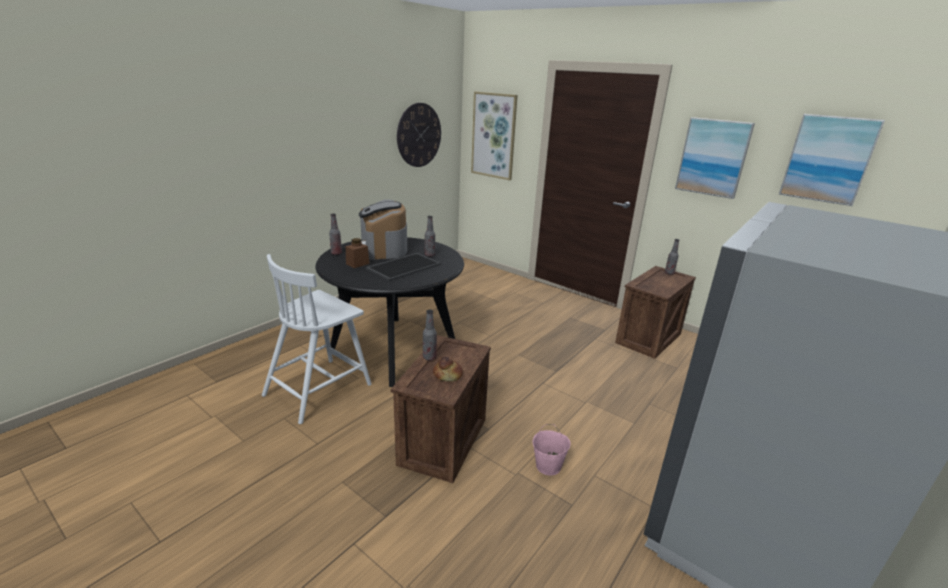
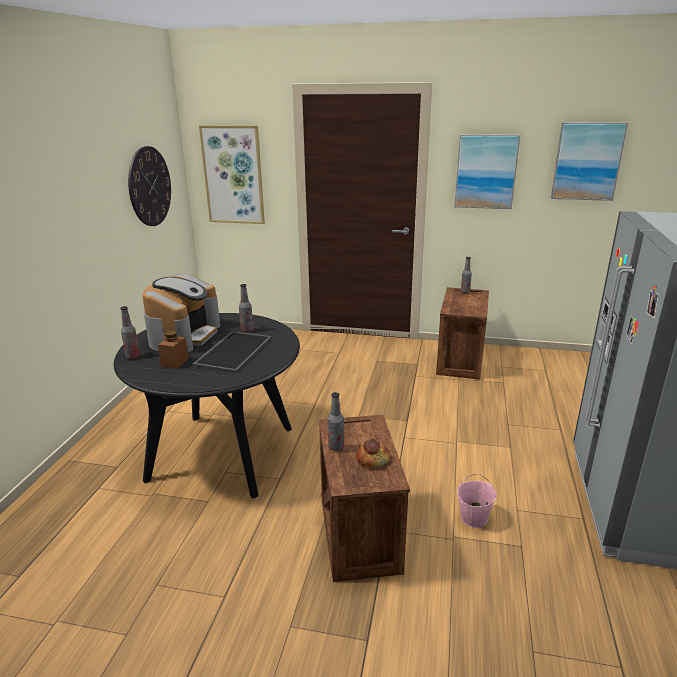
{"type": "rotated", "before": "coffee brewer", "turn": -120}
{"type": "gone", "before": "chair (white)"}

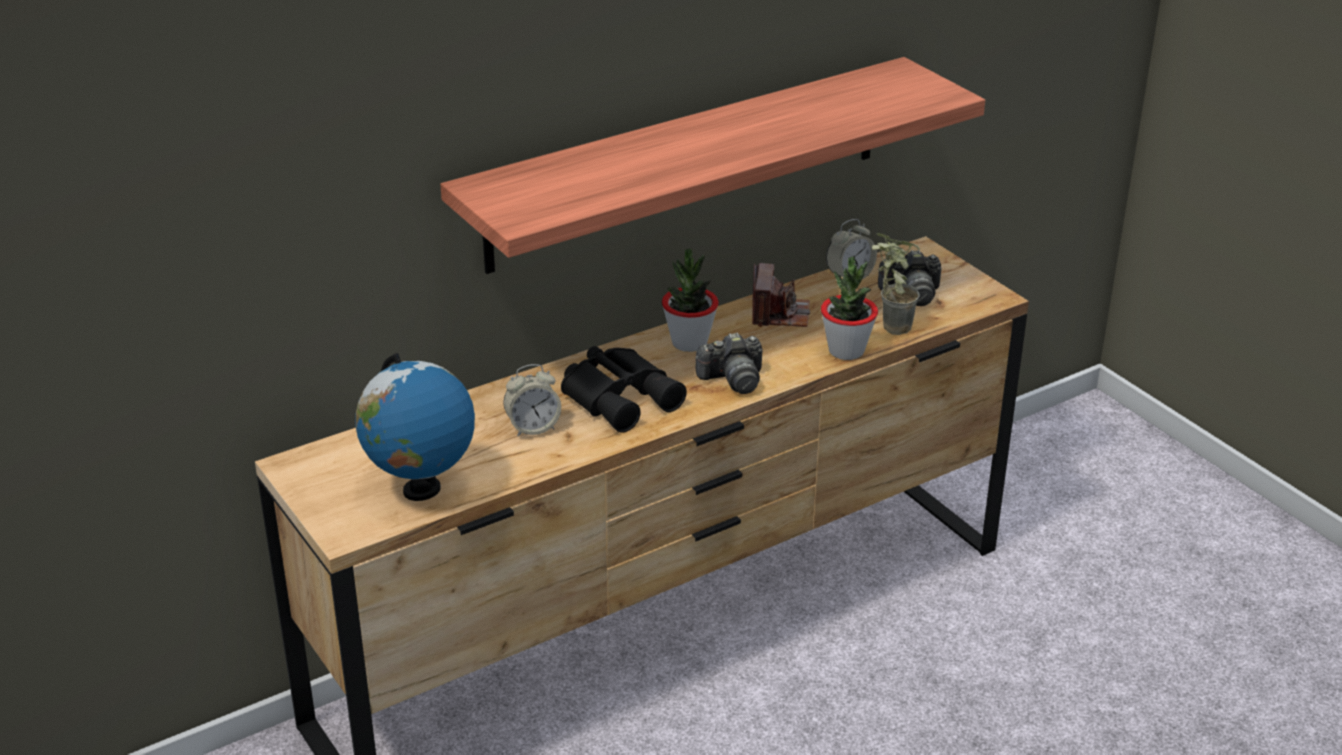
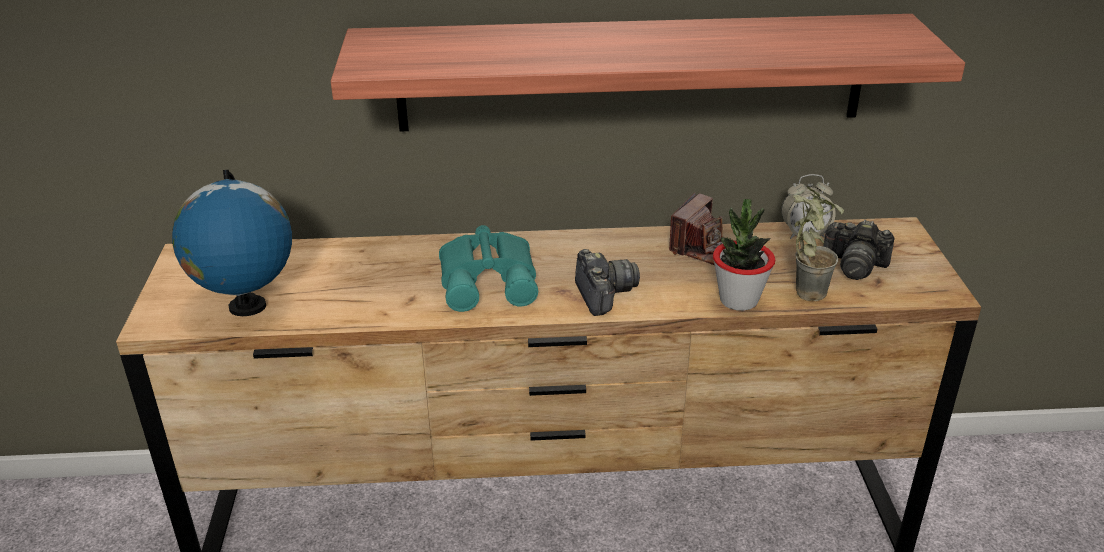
{"type": "repainted", "before": "binoculars (blackish)", "after": "binoculars (turquoise-coloured)"}
{"type": "rotated", "before": "still camera (no. 1 from left)", "turn": -120}
{"type": "gone", "before": "table clock (no. 1 from left)"}
{"type": "gone", "before": "potted plant (no. 1 from left)"}

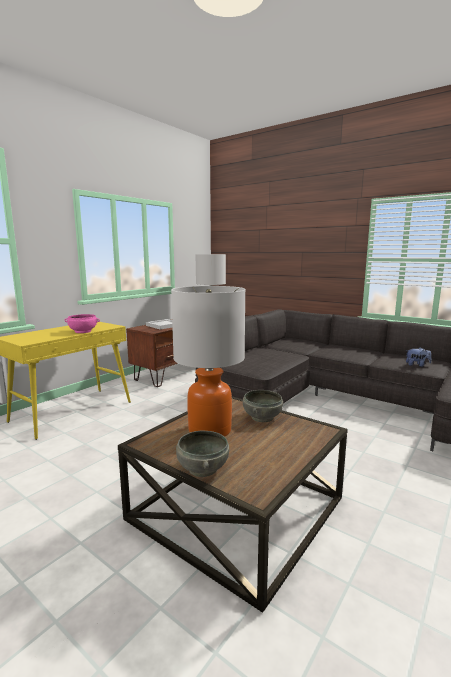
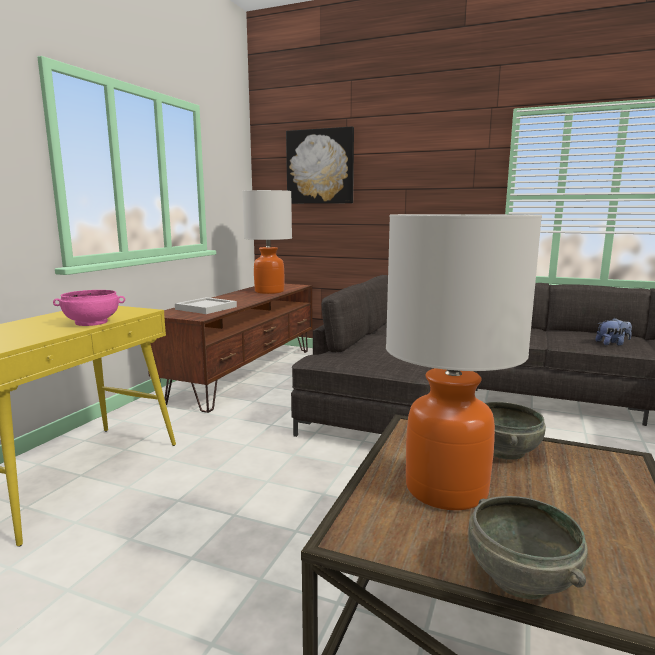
{"type": "new", "after": "wall art"}

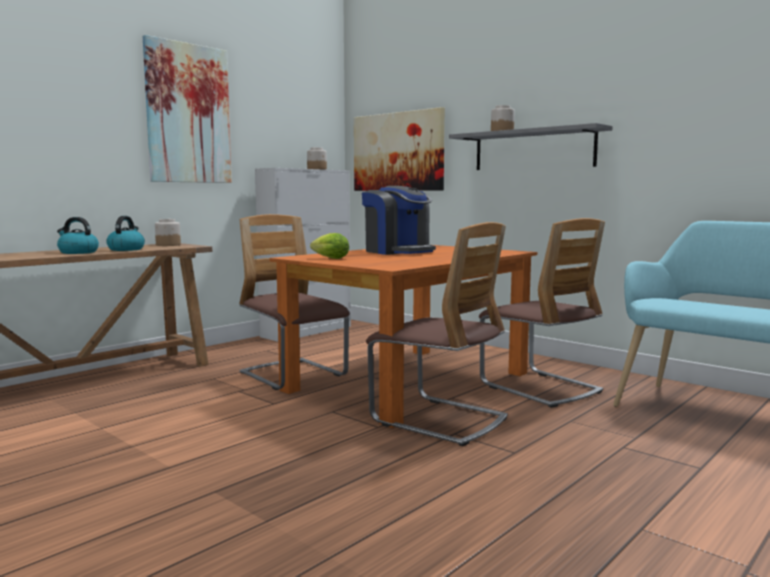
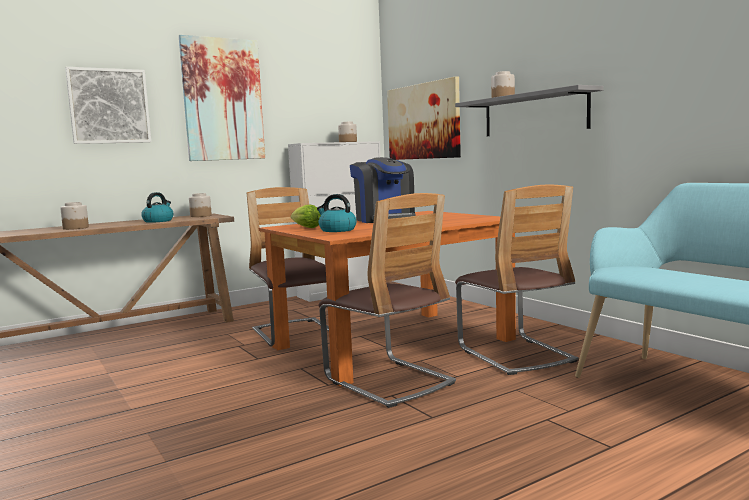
{"type": "new", "after": "storage jar (no. 1 from left)"}
{"type": "new", "after": "wall art (no. 1 from left)"}
{"type": "shifted", "before": "tea kettle (no. 1 from left in the first image)", "after": "tea kettle (no. 2 from left)"}

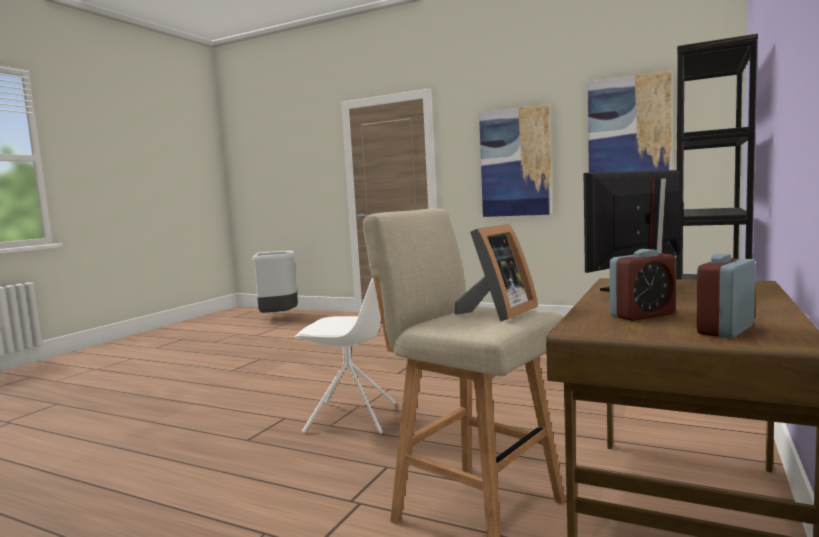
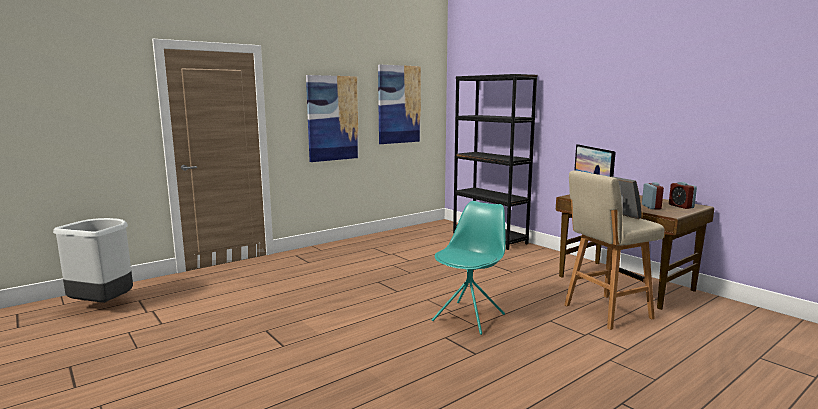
{"type": "repainted", "before": "chair (white)", "after": "chair (turquoise-coloured)"}

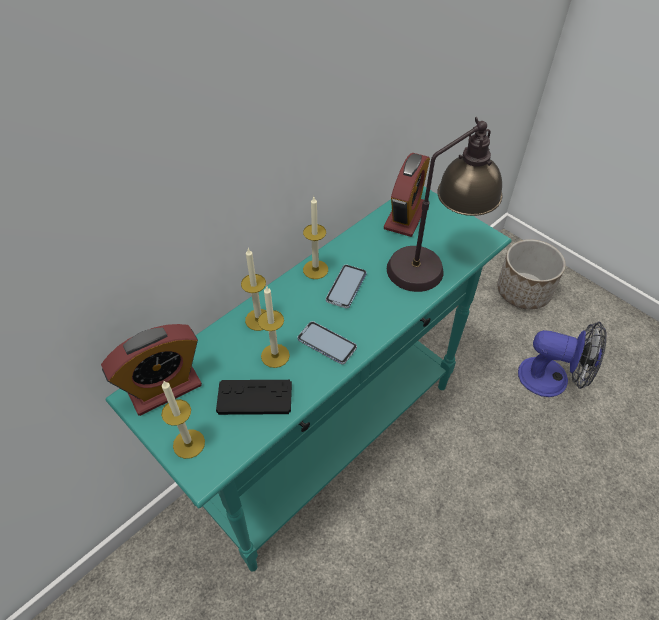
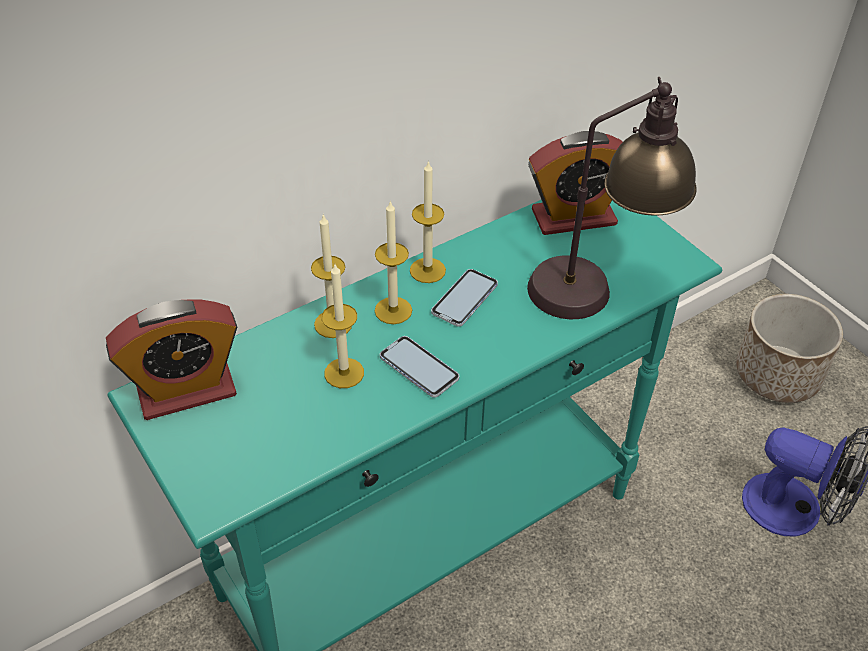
{"type": "shifted", "before": "candle (no. 1 from left in the first image)", "after": "candle (no. 3 from left)"}
{"type": "rotated", "before": "table clock (no. 2 from left)", "turn": 45}
{"type": "gone", "before": "joypad (blackish)"}

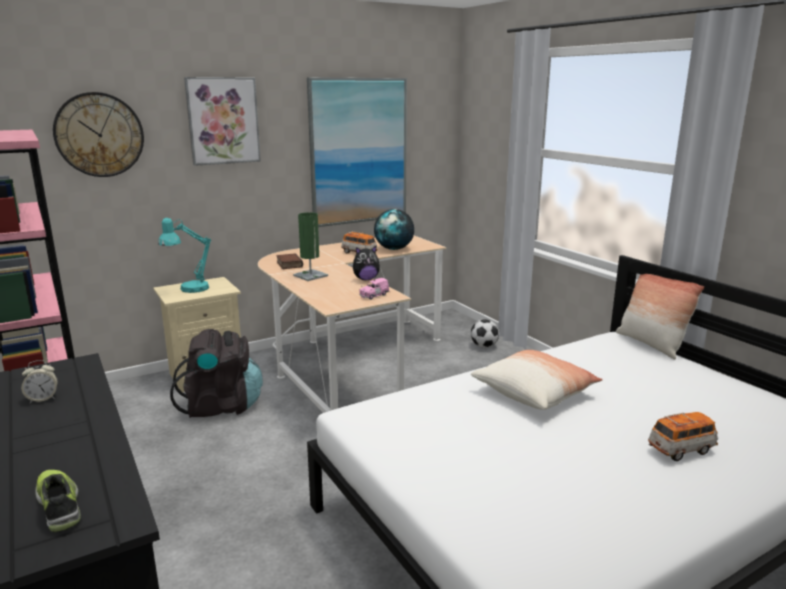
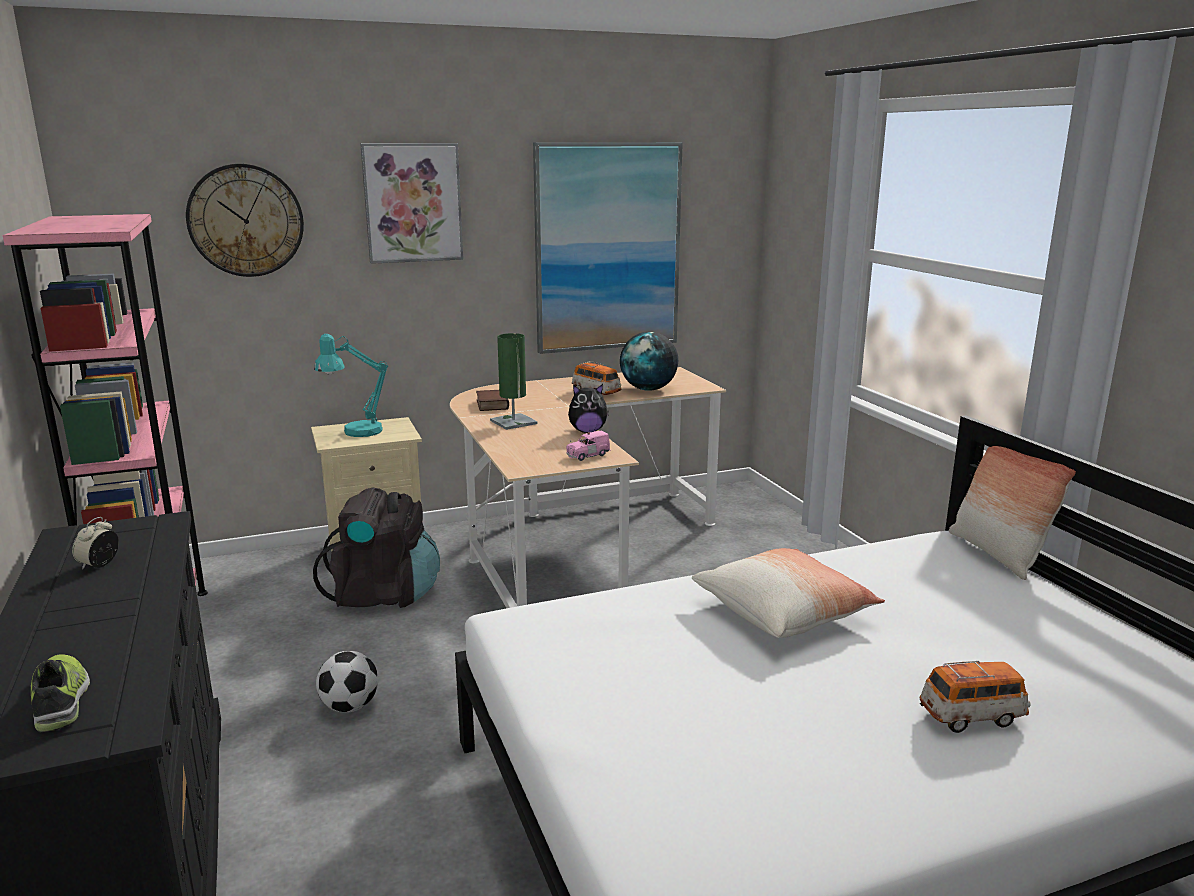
{"type": "rotated", "before": "table clock", "turn": 120}
{"type": "shifted", "before": "football"}

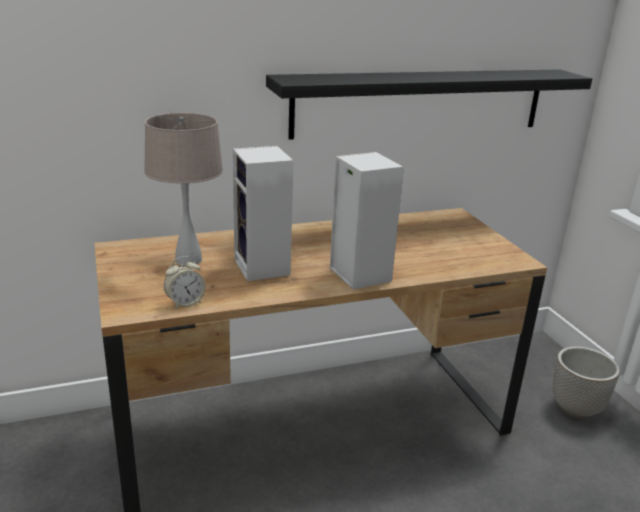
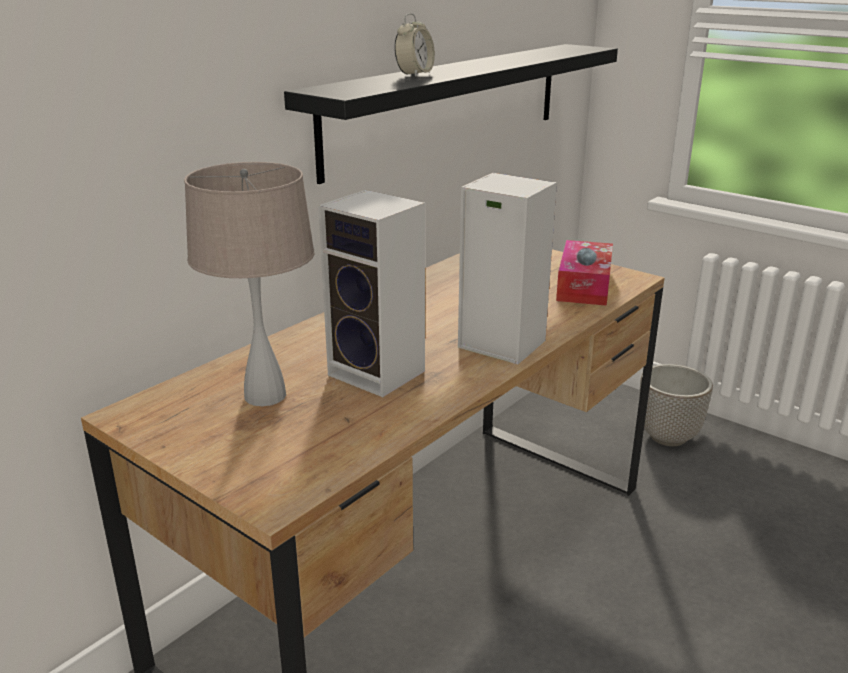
{"type": "shifted", "before": "table clock"}
{"type": "new", "after": "tissue box"}

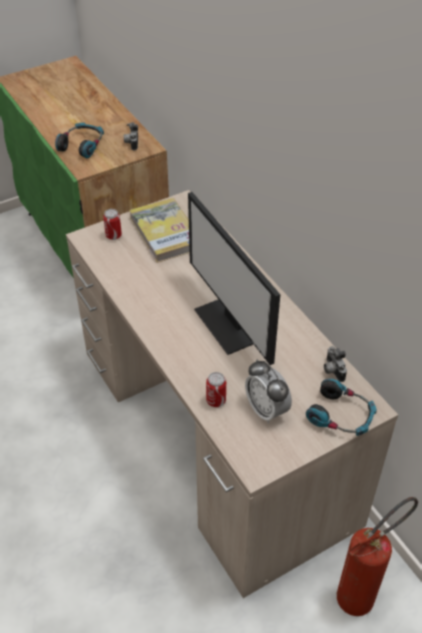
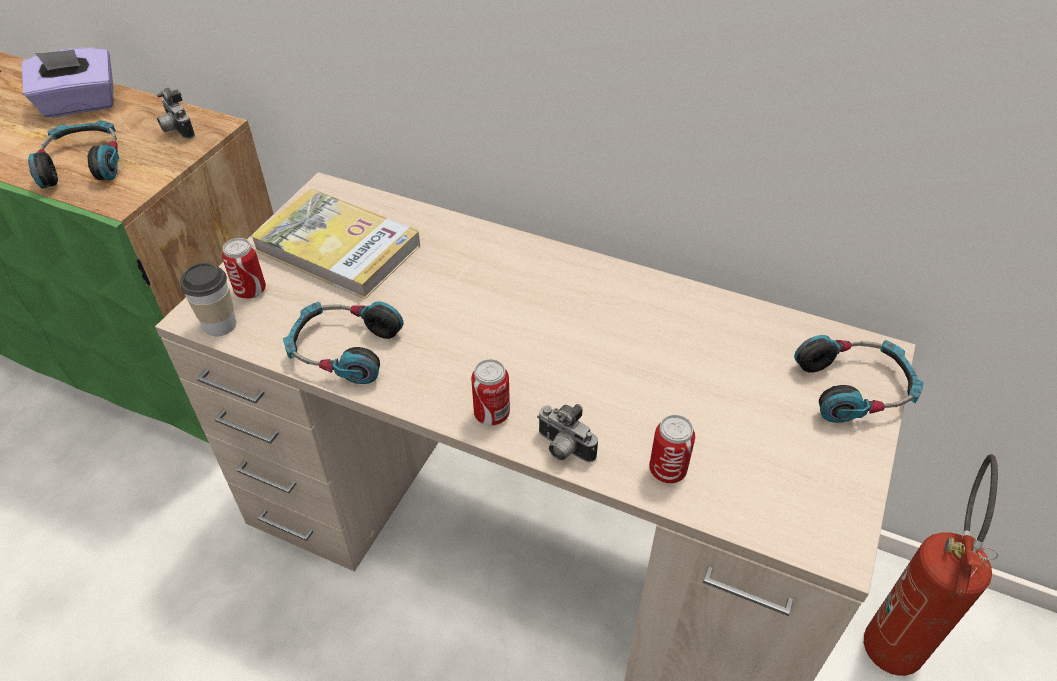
{"type": "new", "after": "tissue box (purplish)"}
{"type": "new", "after": "small cup"}
{"type": "new", "after": "headphones (no. 2 from left)"}
{"type": "new", "after": "sealed can (no. 2 from left)"}
{"type": "shifted", "before": "still camera (no. 2 from left)"}
{"type": "gone", "before": "computer display"}
{"type": "gone", "before": "table clock"}

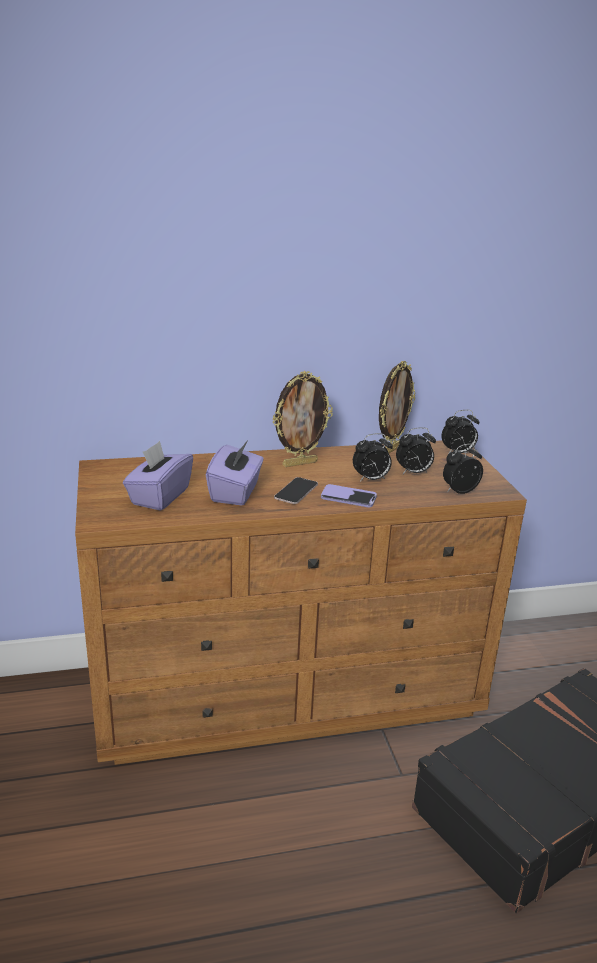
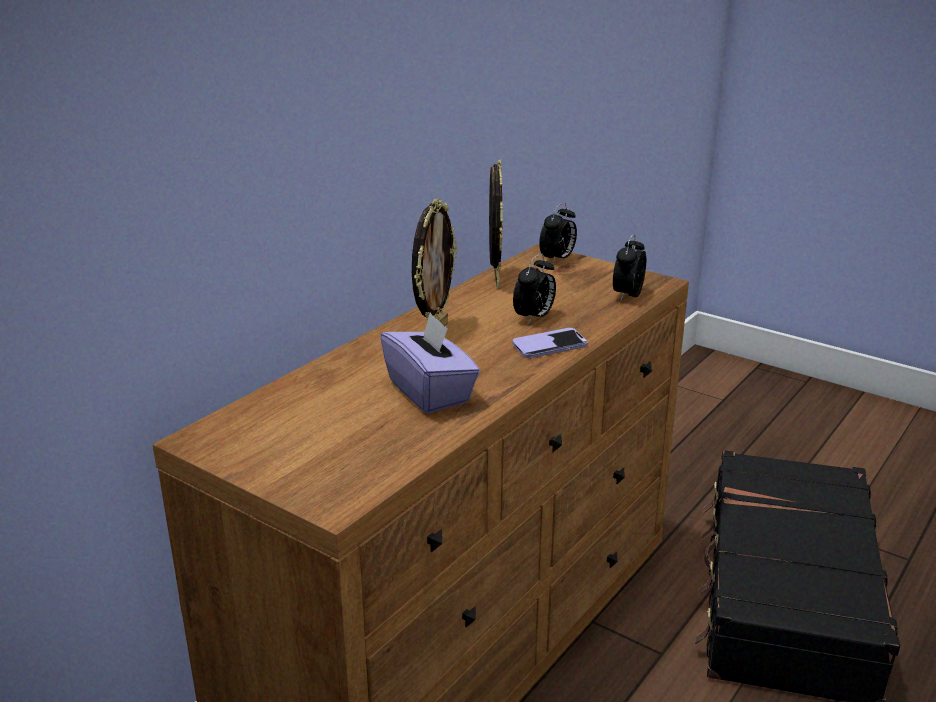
{"type": "gone", "before": "tissue box (purplish) (no. 1 from left)"}
{"type": "gone", "before": "telephone (no. 1 from left)"}
{"type": "gone", "before": "table clock (no. 2 from left)"}

